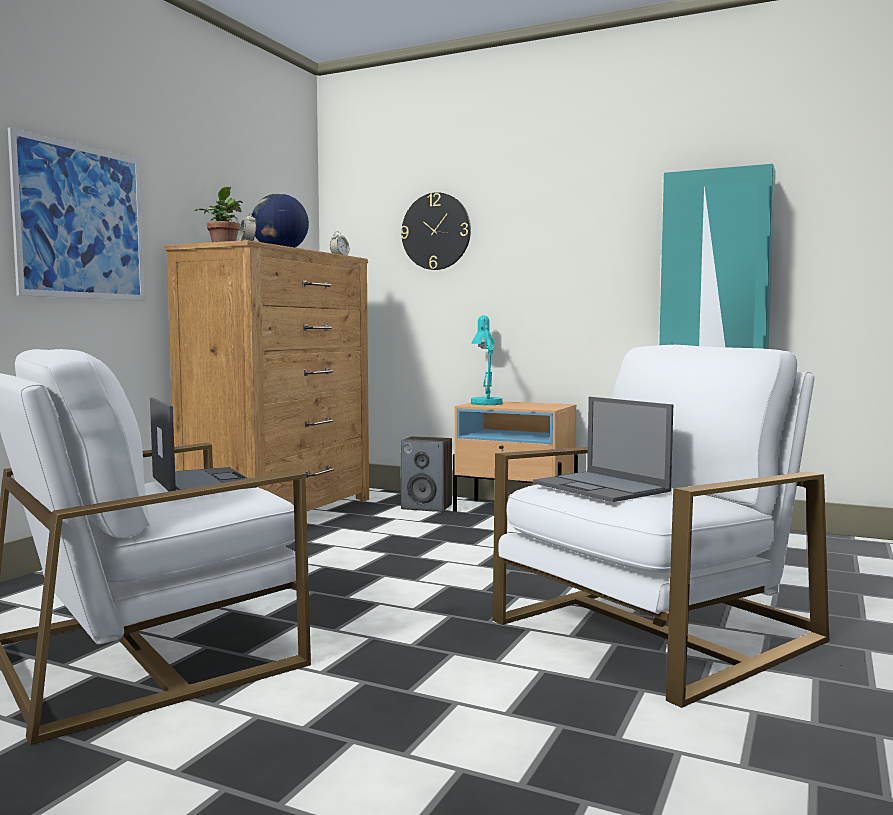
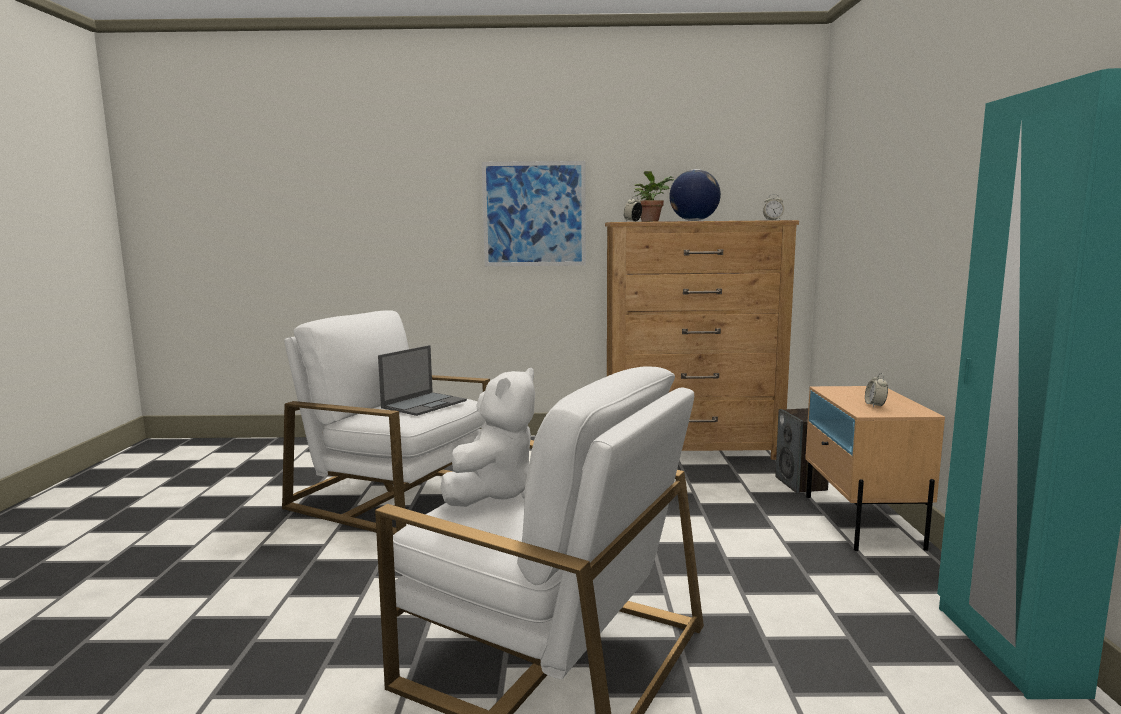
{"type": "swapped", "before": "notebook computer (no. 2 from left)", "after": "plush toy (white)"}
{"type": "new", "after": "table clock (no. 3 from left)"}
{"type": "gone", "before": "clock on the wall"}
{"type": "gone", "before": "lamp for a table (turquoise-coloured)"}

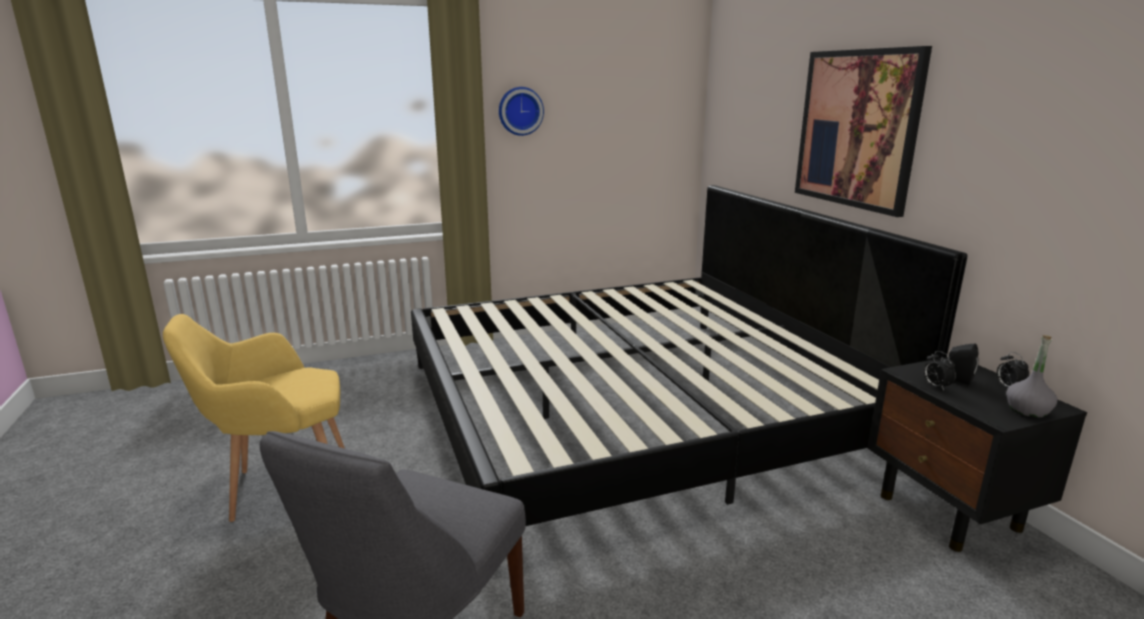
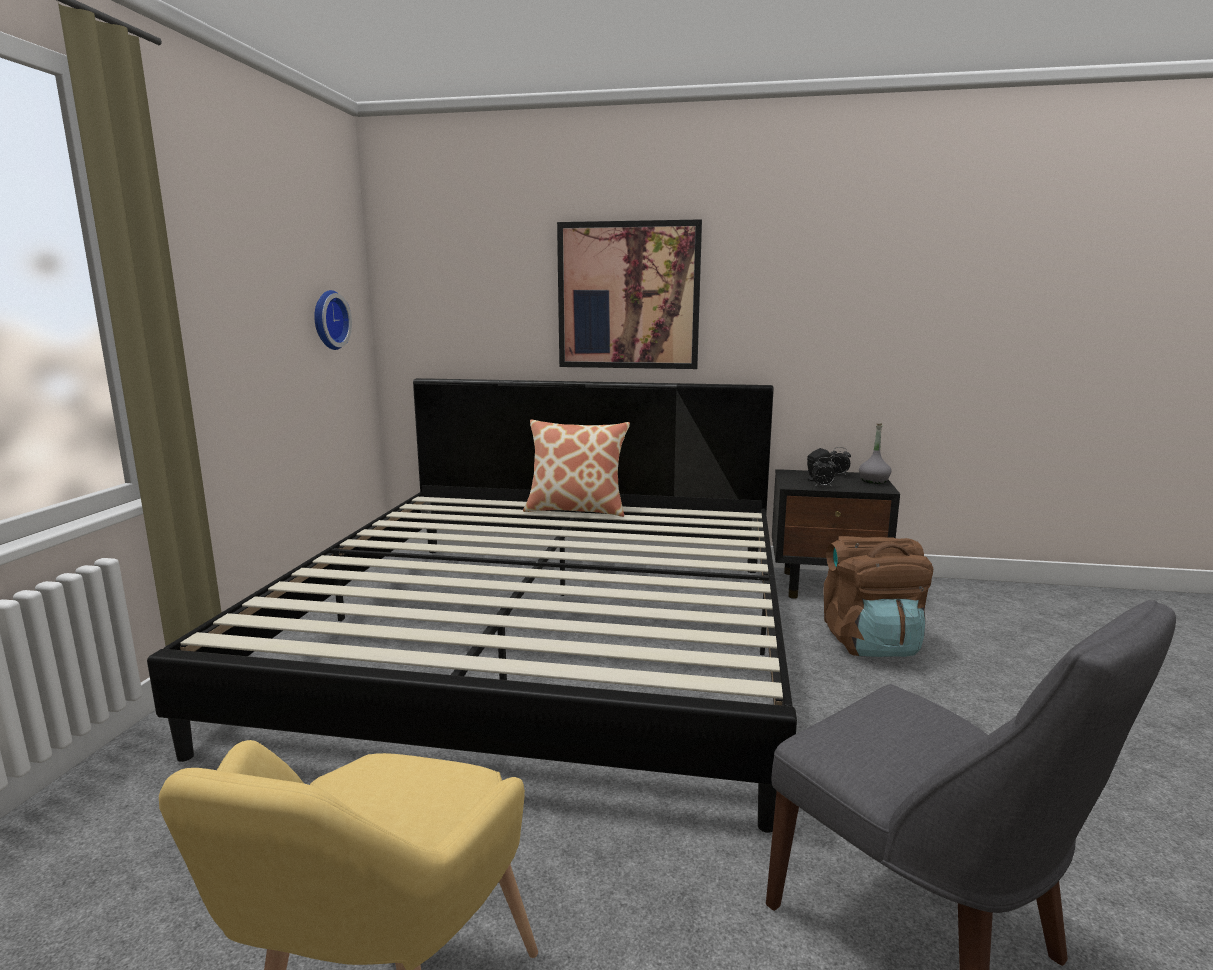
{"type": "shifted", "before": "clock on the wall"}
{"type": "new", "after": "throw pillow"}
{"type": "new", "after": "backpack (brownish)"}

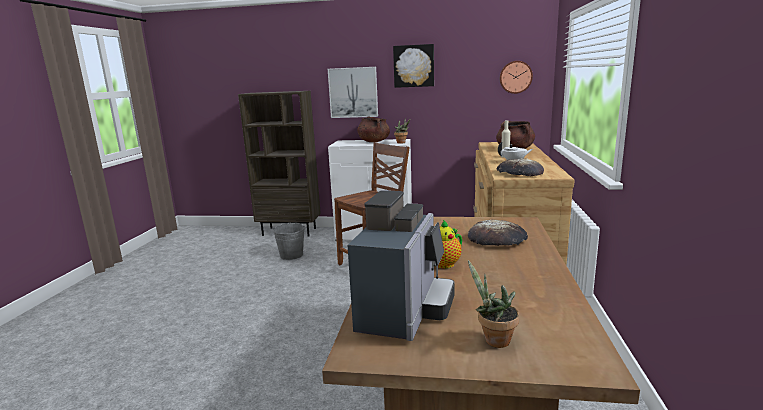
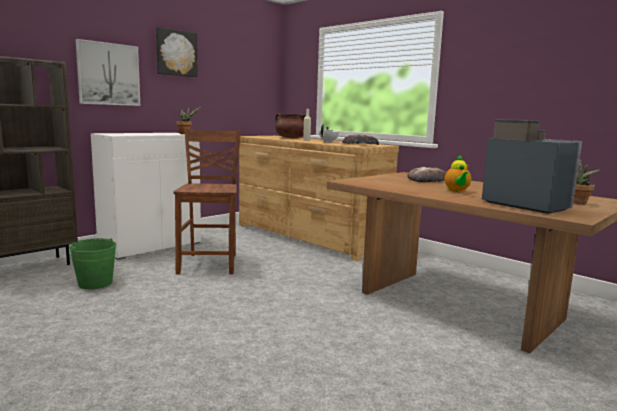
{"type": "repainted", "before": "pail (grey)", "after": "pail (greenish)"}
{"type": "gone", "before": "saucepot (brownish) (no. 1 from left)"}
{"type": "gone", "before": "clock on the wall"}

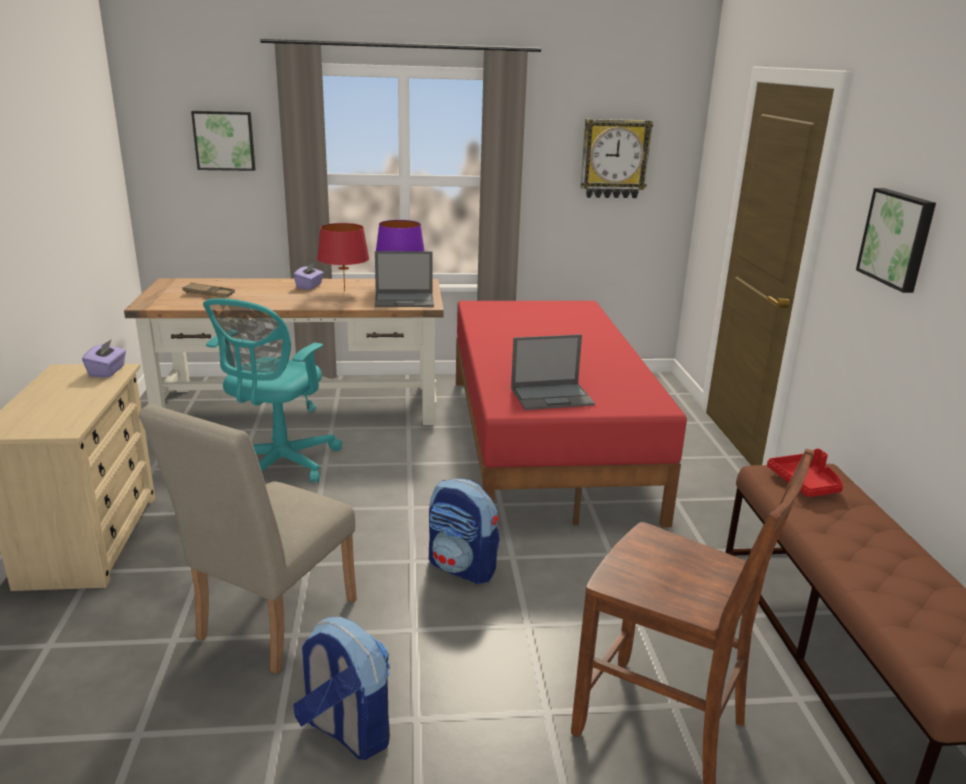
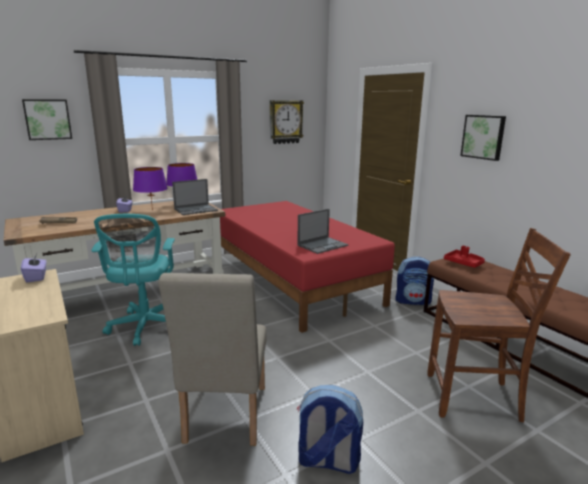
{"type": "repainted", "before": "lamp for a table (reddish)", "after": "lamp for a table (purplish) (no. 1 from left)"}
{"type": "shifted", "before": "backpack (no. 2 from left)"}

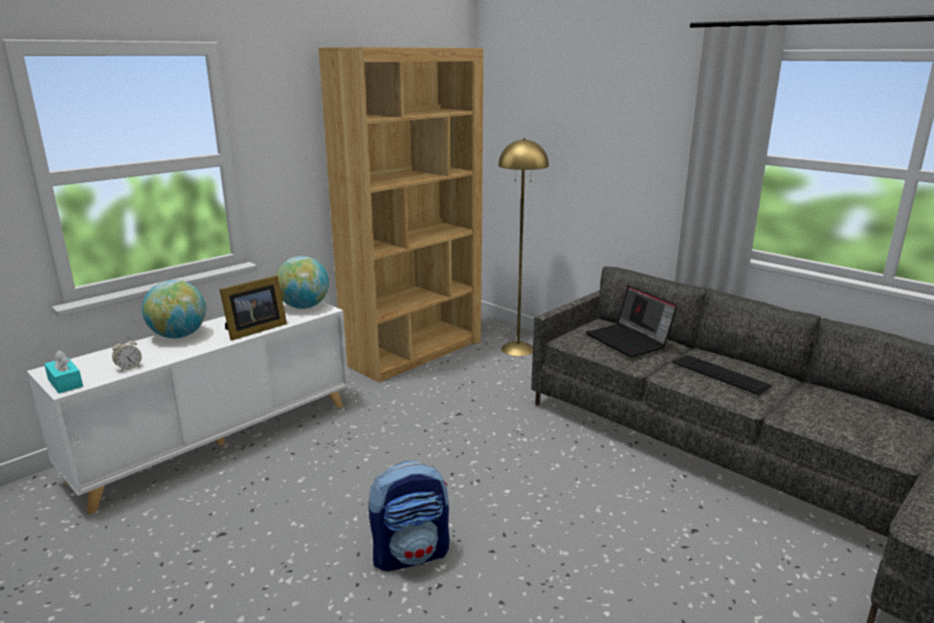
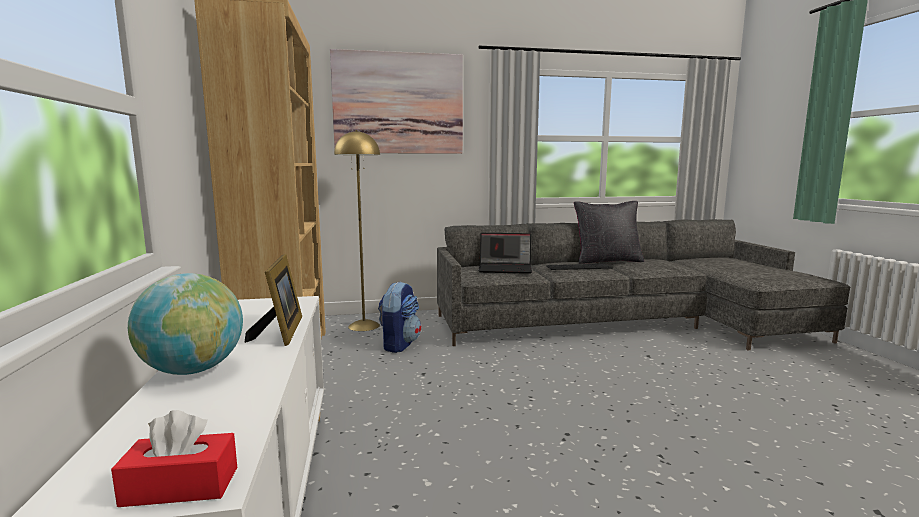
{"type": "repainted", "before": "tissue box (turquoise-coloured)", "after": "tissue box (reddish)"}
{"type": "new", "after": "wall art"}
{"type": "shifted", "before": "backpack"}
{"type": "new", "after": "throw pillow (blackish)"}
{"type": "gone", "before": "table clock"}
{"type": "gone", "before": "globe (no. 2 from left)"}

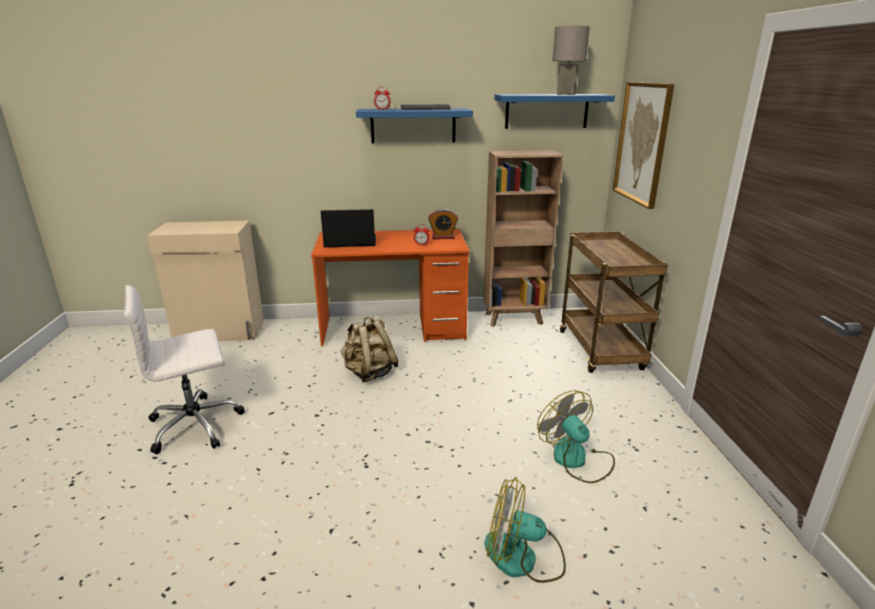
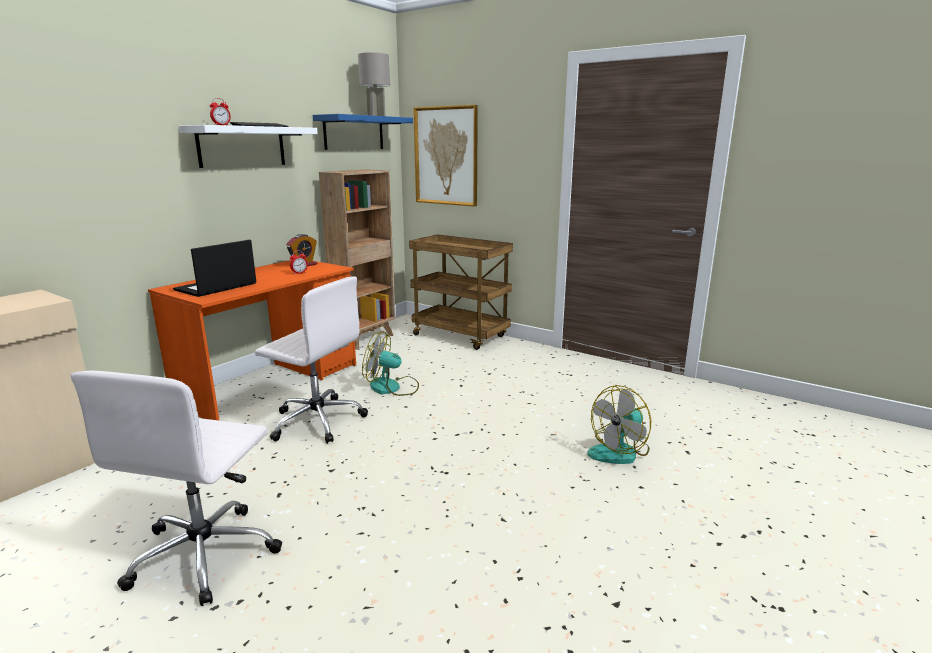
{"type": "repainted", "before": "wall shelf (bluish) (no. 1 from left)", "after": "wall shelf (white)"}
{"type": "swapped", "before": "backpack (beige)", "after": "office chair (white) (no. 2 from left)"}
{"type": "shifted", "before": "cooling fan (no. 2 from left in the first image)", "after": "cooling fan (no. 1 from left)"}

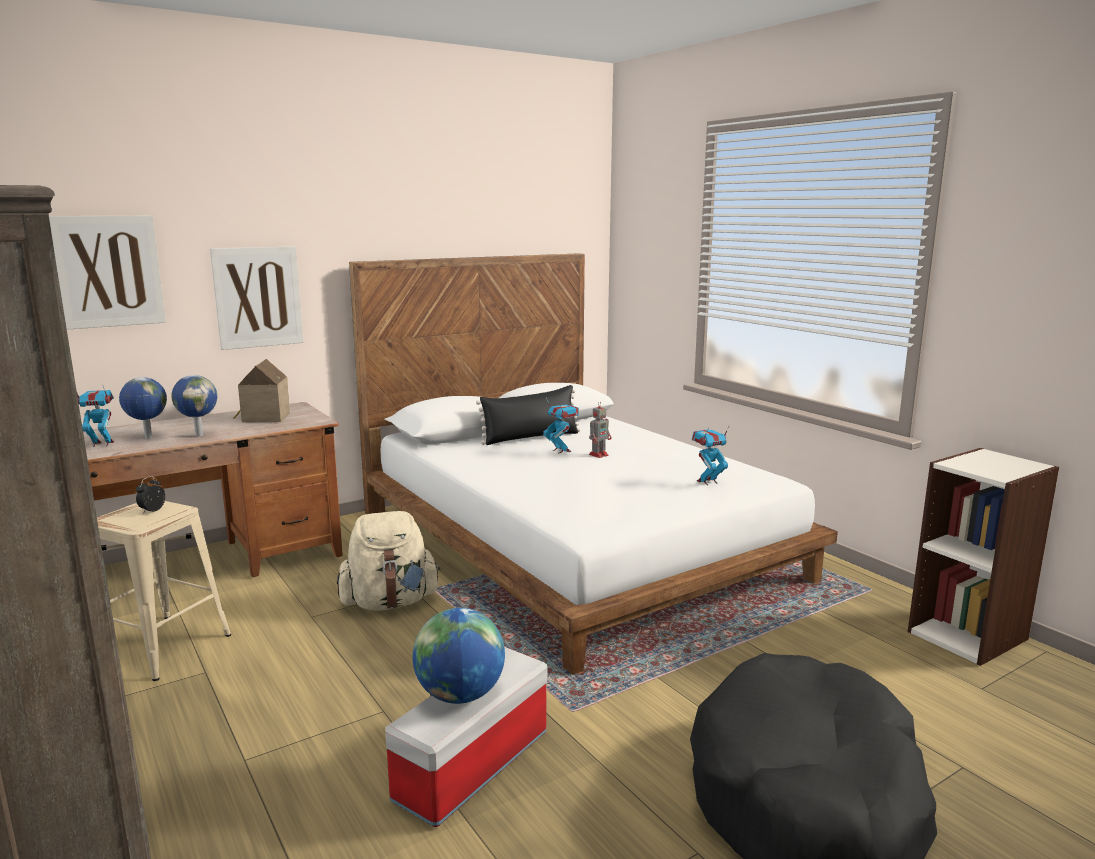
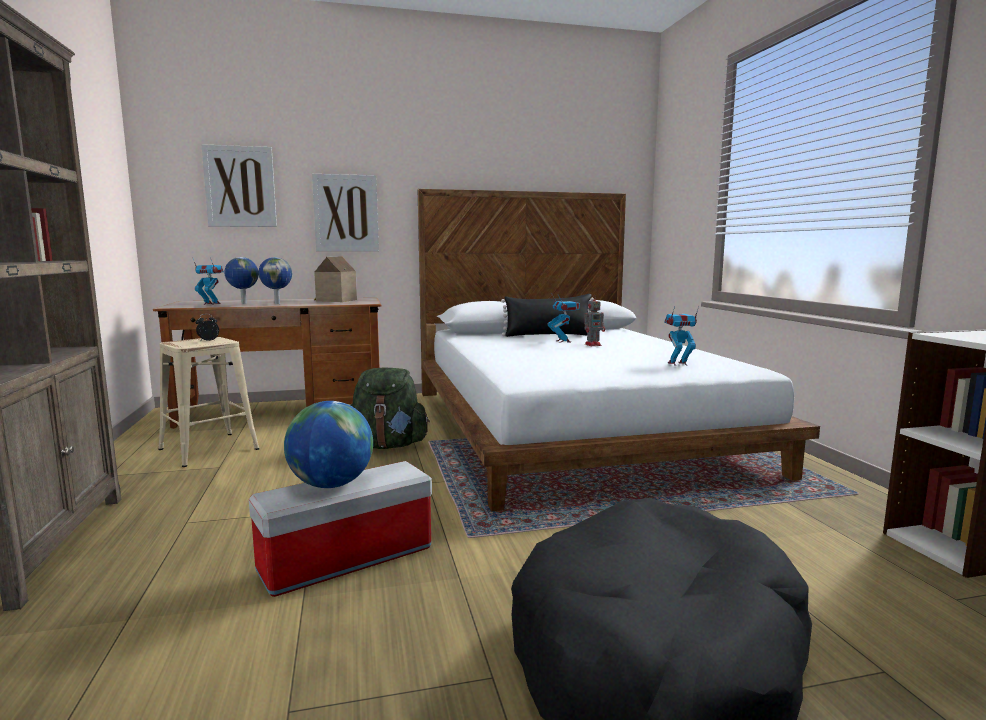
{"type": "repainted", "before": "backpack (beige)", "after": "backpack (greenish)"}

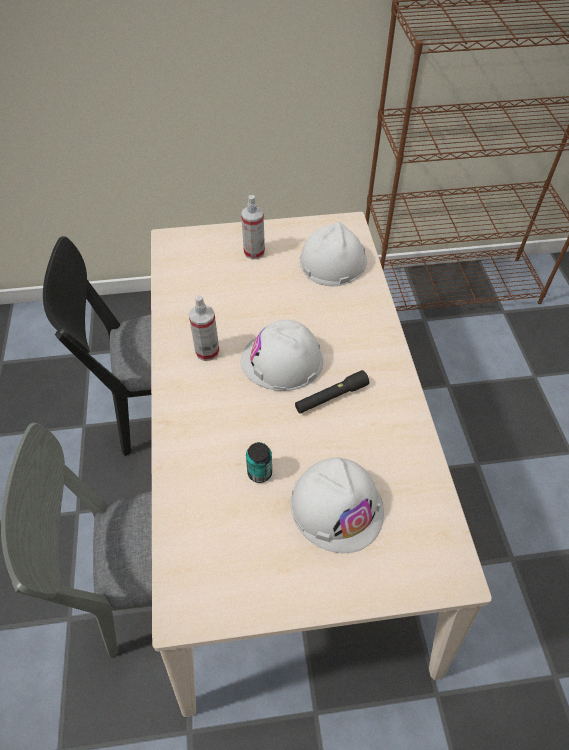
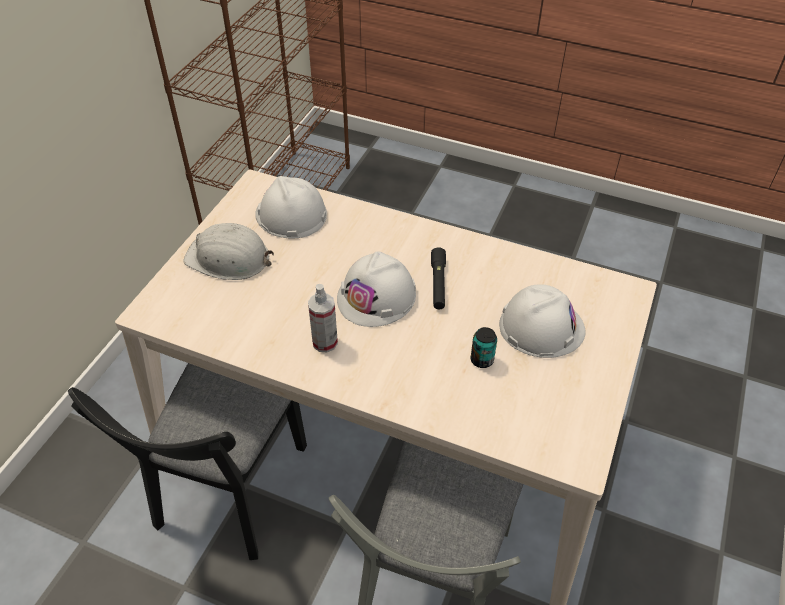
{"type": "swapped", "before": "sprayer (no. 2 from left)", "after": "safety helmet (white) (no. 1 from left)"}

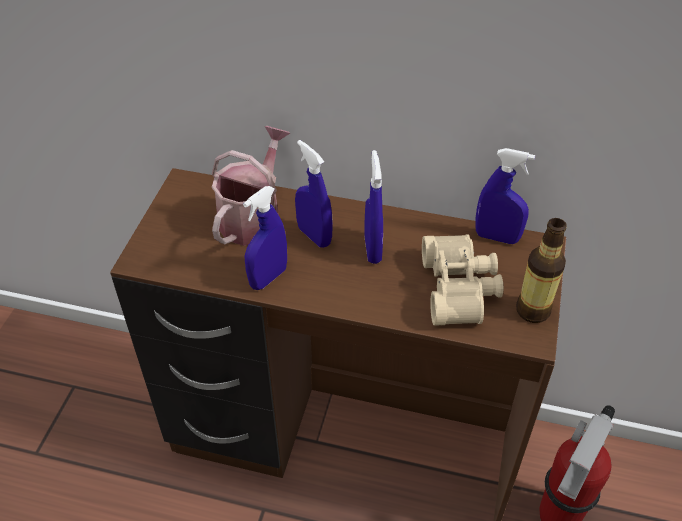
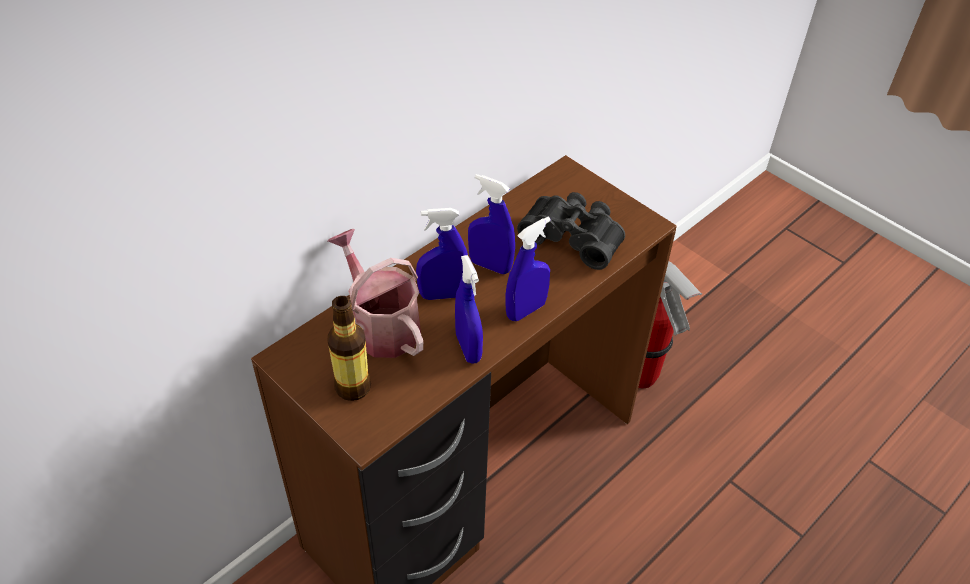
{"type": "shifted", "before": "bottle"}
{"type": "shifted", "before": "sprayer (bluish) (no. 4 from left)"}
{"type": "repainted", "before": "binoculars (beige)", "after": "binoculars (blackish)"}

